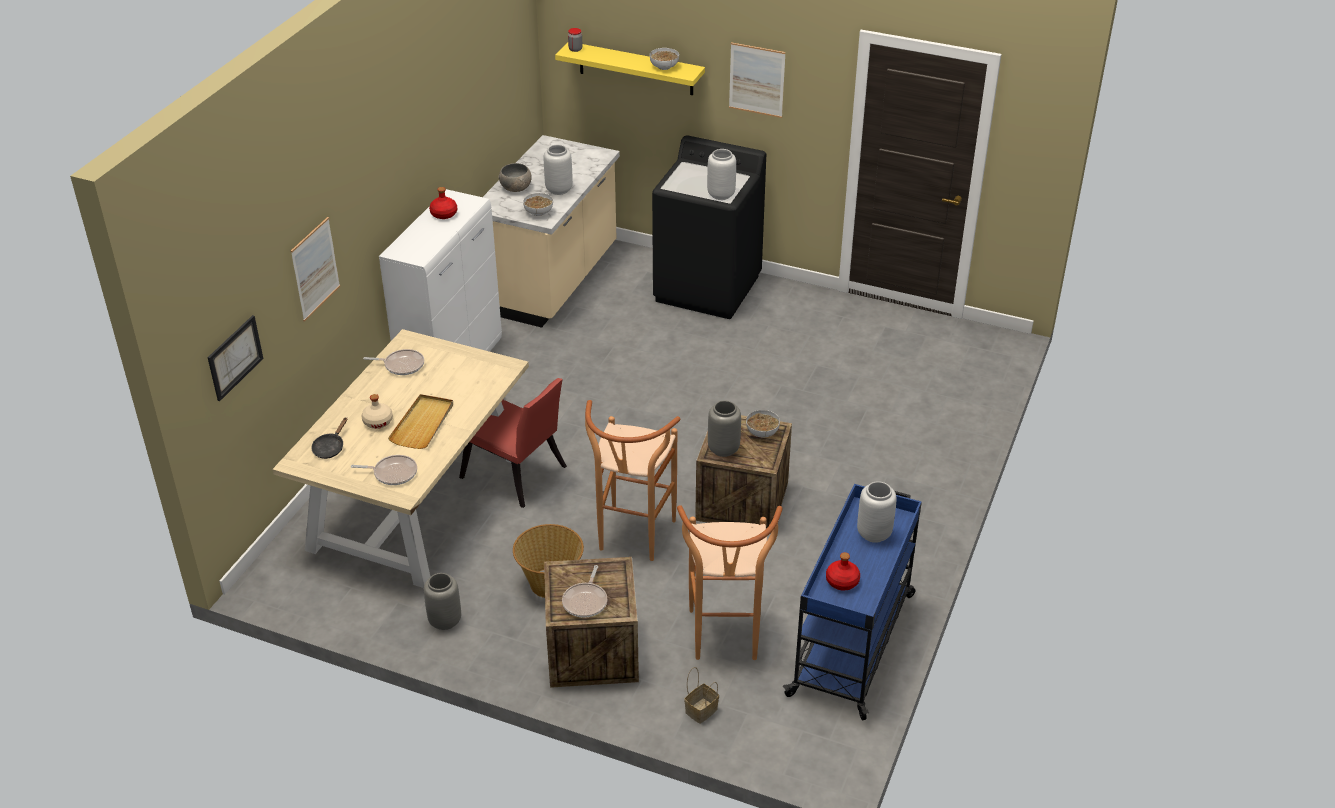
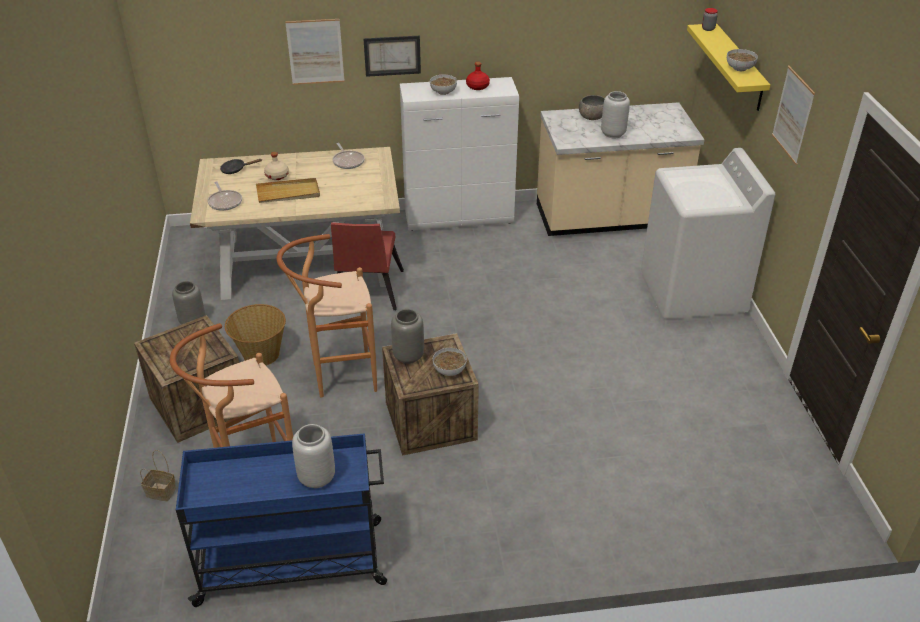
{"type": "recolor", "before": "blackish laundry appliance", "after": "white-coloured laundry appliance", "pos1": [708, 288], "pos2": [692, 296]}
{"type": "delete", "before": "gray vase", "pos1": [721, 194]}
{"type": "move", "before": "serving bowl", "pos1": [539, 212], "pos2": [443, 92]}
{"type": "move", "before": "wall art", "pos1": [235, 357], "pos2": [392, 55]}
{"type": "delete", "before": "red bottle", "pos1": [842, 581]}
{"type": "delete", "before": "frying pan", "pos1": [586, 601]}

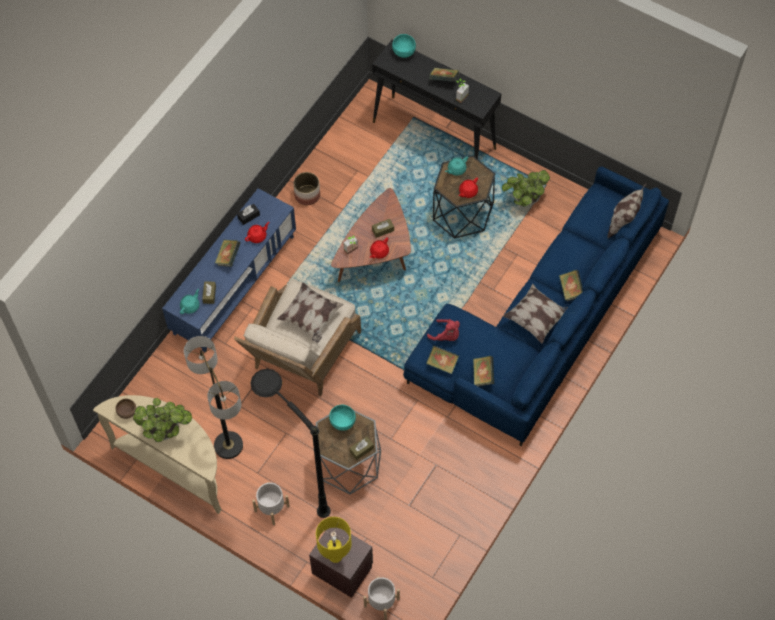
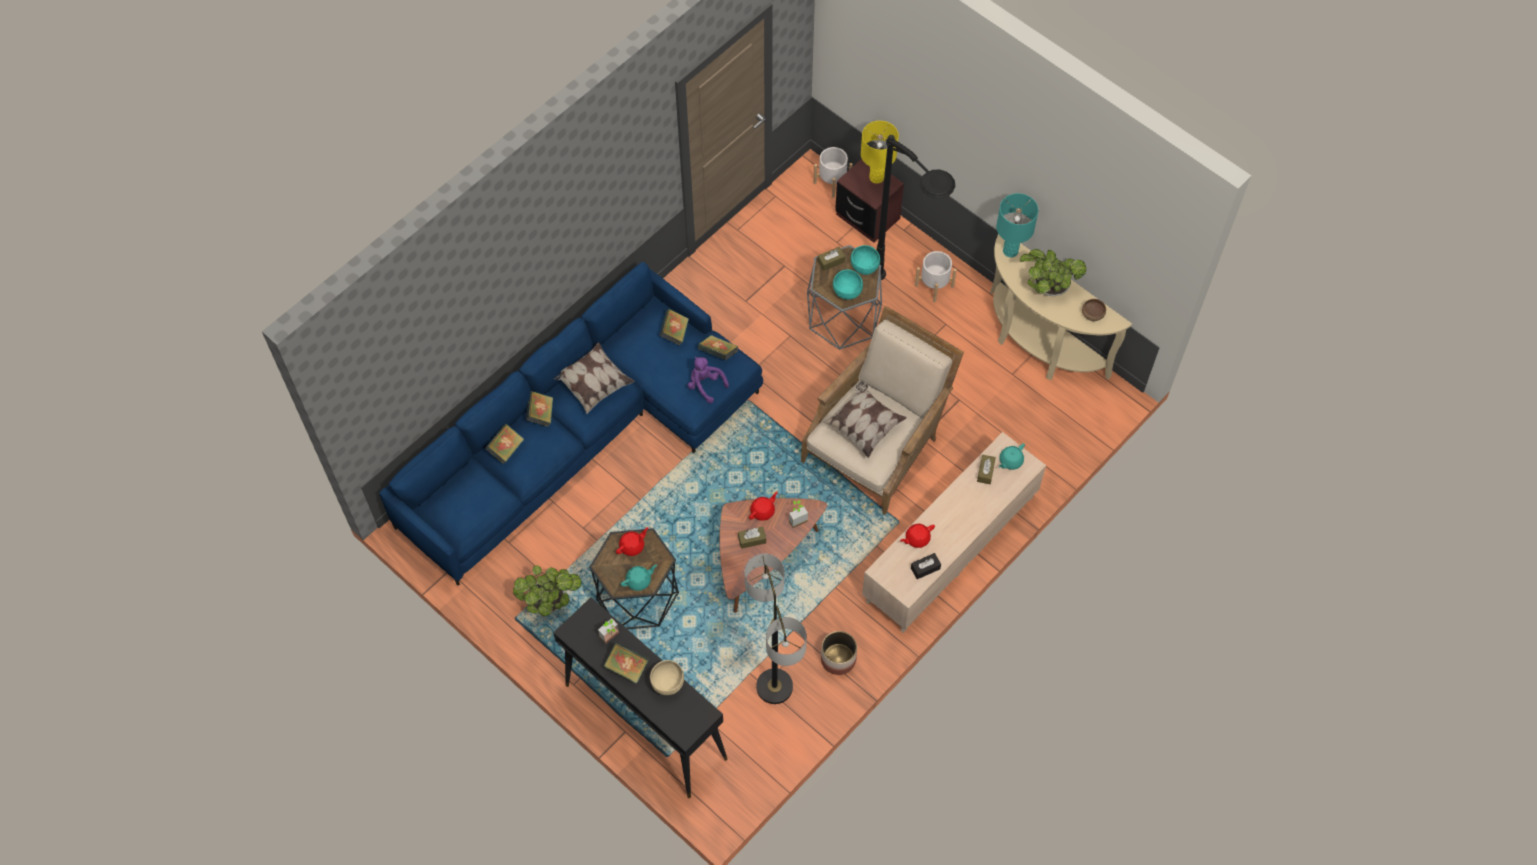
{"type": "move", "before": "turquoise-coloured serving bowl", "pos1": [403, 52], "pos2": [864, 268]}
{"type": "delete", "before": "cushion", "pos1": [623, 222]}
{"type": "recolor", "before": "blue media console", "after": "sand-coloured media console", "pos1": [234, 284], "pos2": [950, 548]}
{"type": "move", "before": "bound book", "pos1": [228, 257], "pos2": [506, 449]}
{"type": "recolor", "before": "red cuddly toy", "after": "purple-coloured cuddly toy", "pos1": [446, 336], "pos2": [705, 385]}
{"type": "move", "before": "standard lamp", "pos1": [228, 445], "pos2": [774, 687]}
{"type": "insert", "after": "turquoise-coloured lamp for a table", "pos2": [1010, 251]}
{"type": "insert", "after": "sand-coloured serving bowl", "pos2": [667, 684]}

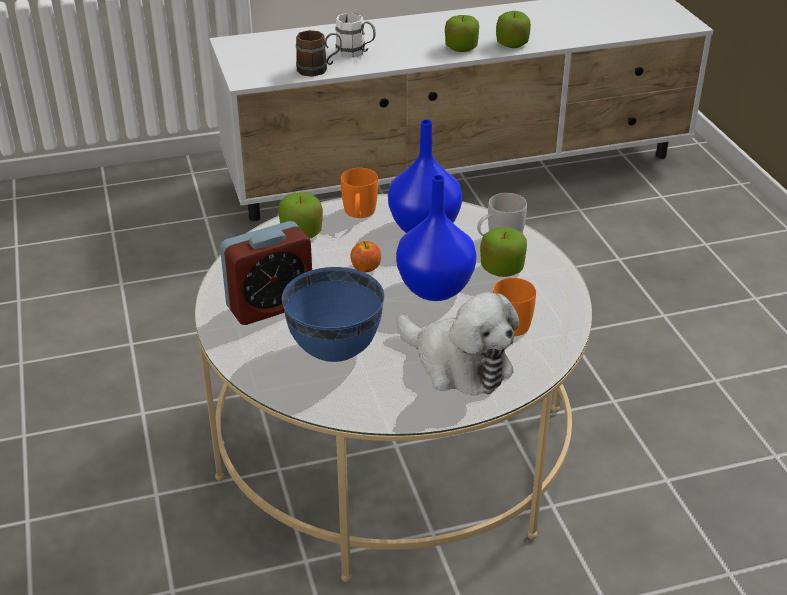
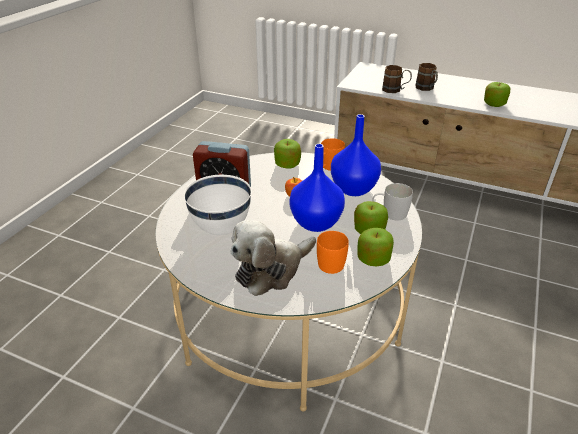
{"type": "move", "before": "whole apple", "pos1": [512, 44], "pos2": [373, 259]}
{"type": "recolor", "before": "white-coloured coffee mug", "after": "brown-coloured coffee mug", "pos1": [356, 53], "pos2": [426, 89]}
{"type": "recolor", "before": "blue serving bowl", "after": "white-coloured serving bowl", "pos1": [334, 351], "pos2": [221, 228]}
{"type": "rotate", "before": "cuddly toy", "pos1": [458, 364], "pos2": [271, 270], "turn": 60}

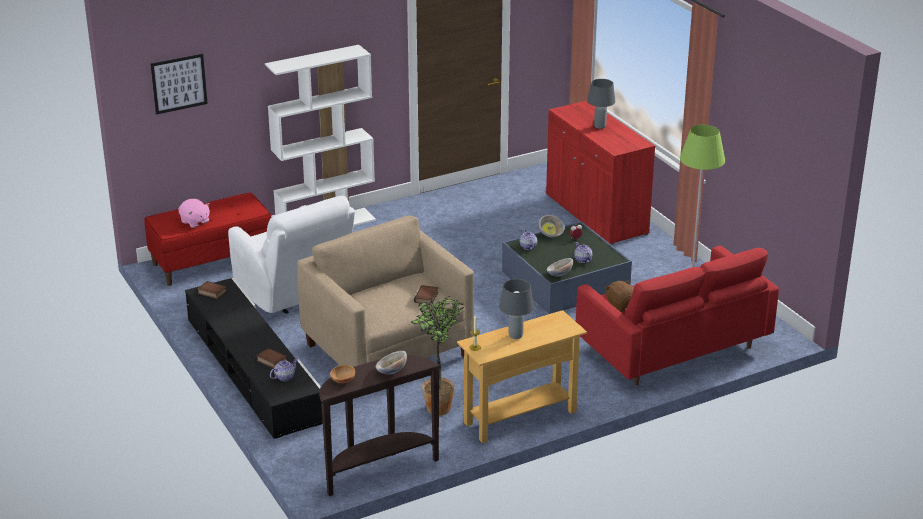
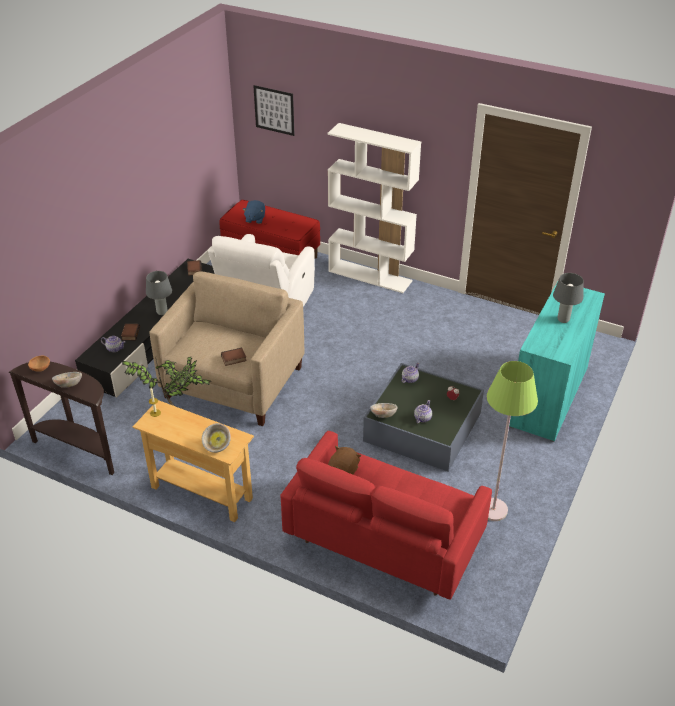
{"type": "recolor", "before": "red storage cabinet", "after": "turquoise-coloured storage cabinet", "pos1": [596, 215], "pos2": [548, 397]}
{"type": "recolor", "before": "pinkish cuddly toy", "after": "blue cuddly toy", "pos1": [195, 222], "pos2": [255, 219]}
{"type": "move", "before": "serving bowl", "pos1": [551, 234], "pos2": [217, 446]}
{"type": "move", "before": "gray lamp for a table", "pos1": [515, 336], "pos2": [162, 312]}

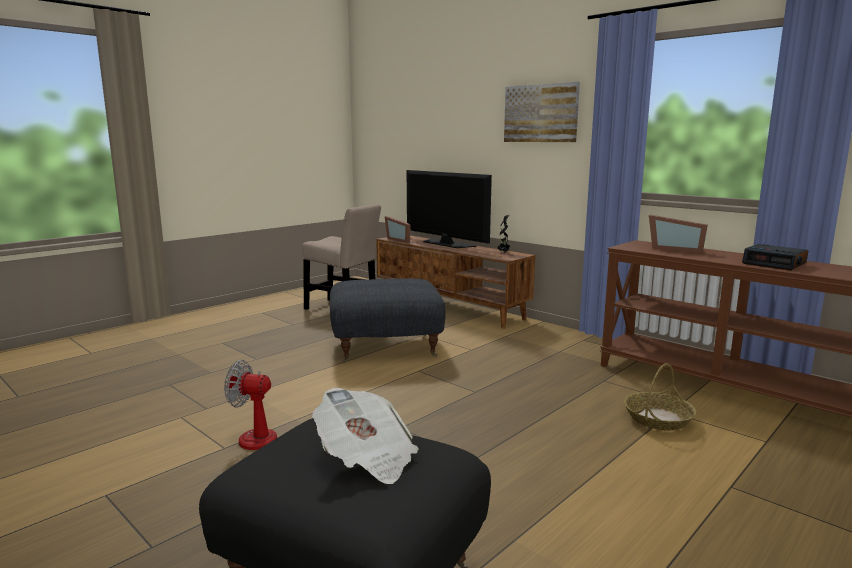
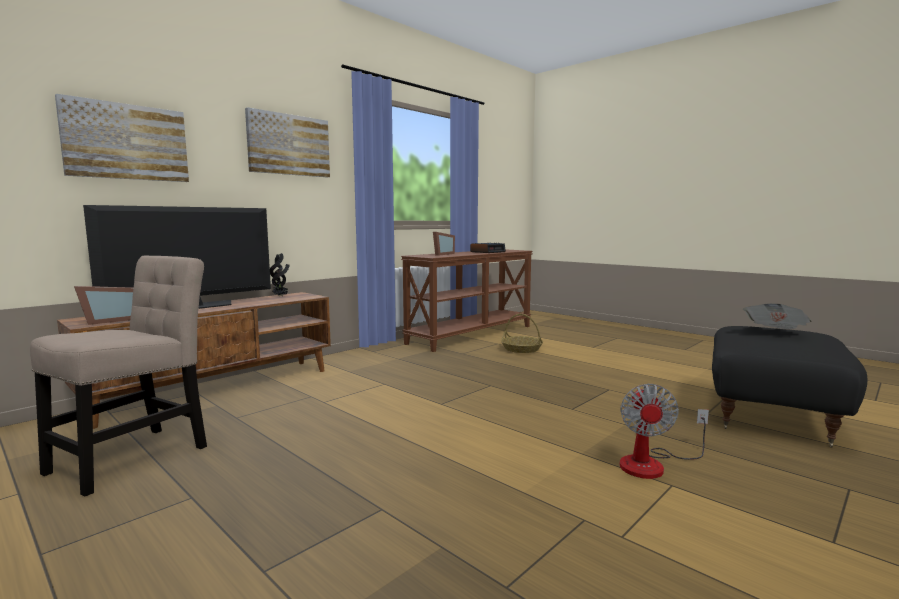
{"type": "delete", "before": "gray footrest", "pos1": [386, 347]}
{"type": "insert", "after": "wall art", "pos2": [126, 142]}

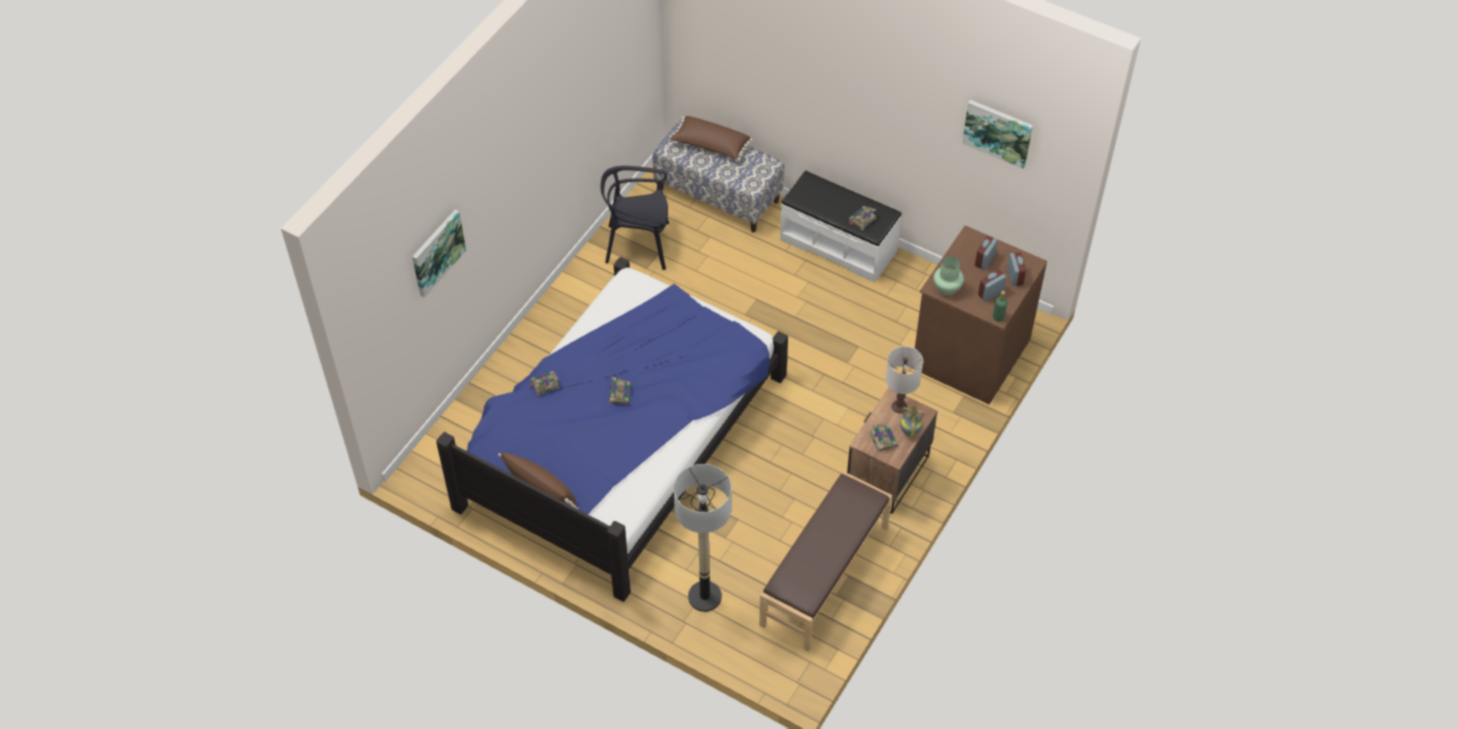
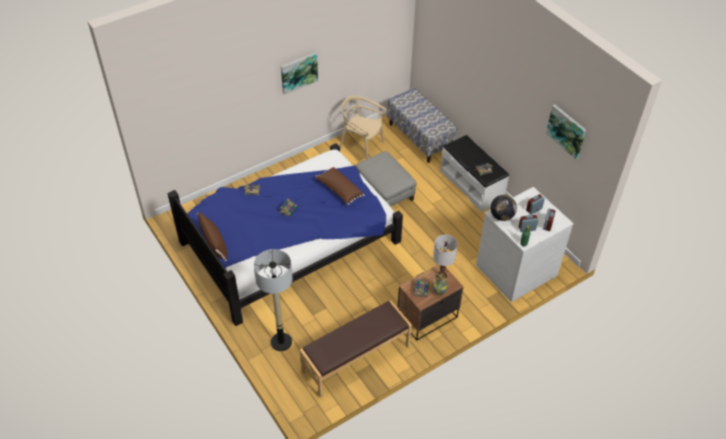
{"type": "move", "before": "brown-coloured cushion", "pos1": [710, 145], "pos2": [339, 190]}
{"type": "recolor", "before": "blackish plain chair", "after": "sand-coloured plain chair", "pos1": [638, 245], "pos2": [361, 148]}
{"type": "move", "before": "wall art", "pos1": [437, 252], "pos2": [298, 72]}
{"type": "recolor", "before": "brown-coloured chest of drawers", "after": "white-coloured chest of drawers", "pos1": [969, 353], "pos2": [515, 269]}
{"type": "replace", "before": "green vase", "after": "desk globe", "pos1": [947, 288], "pos2": [501, 216]}
{"type": "insert", "after": "gray footrest", "pos2": [384, 191]}

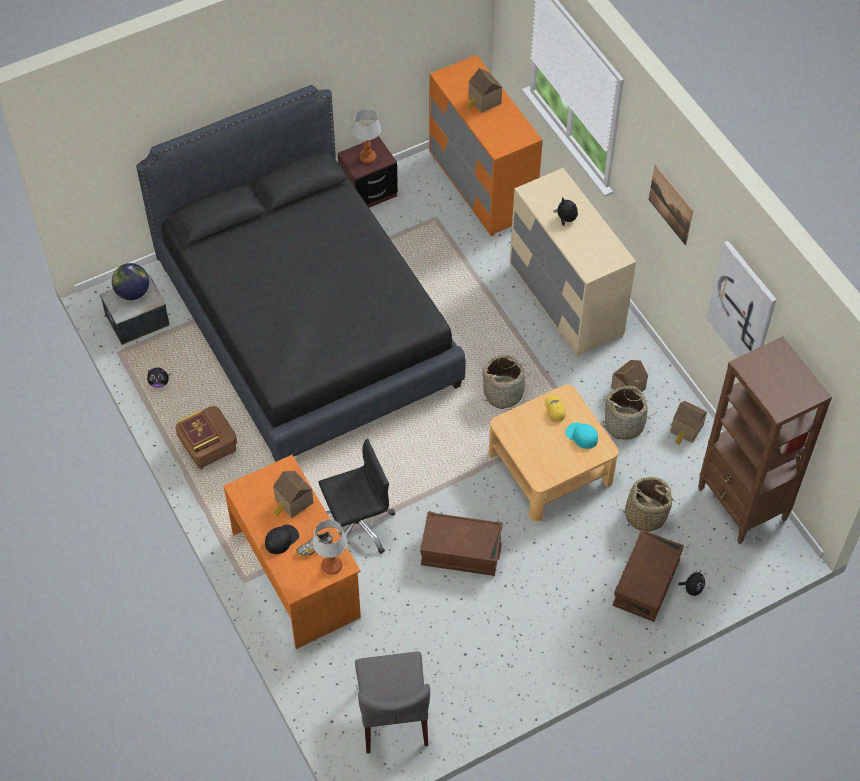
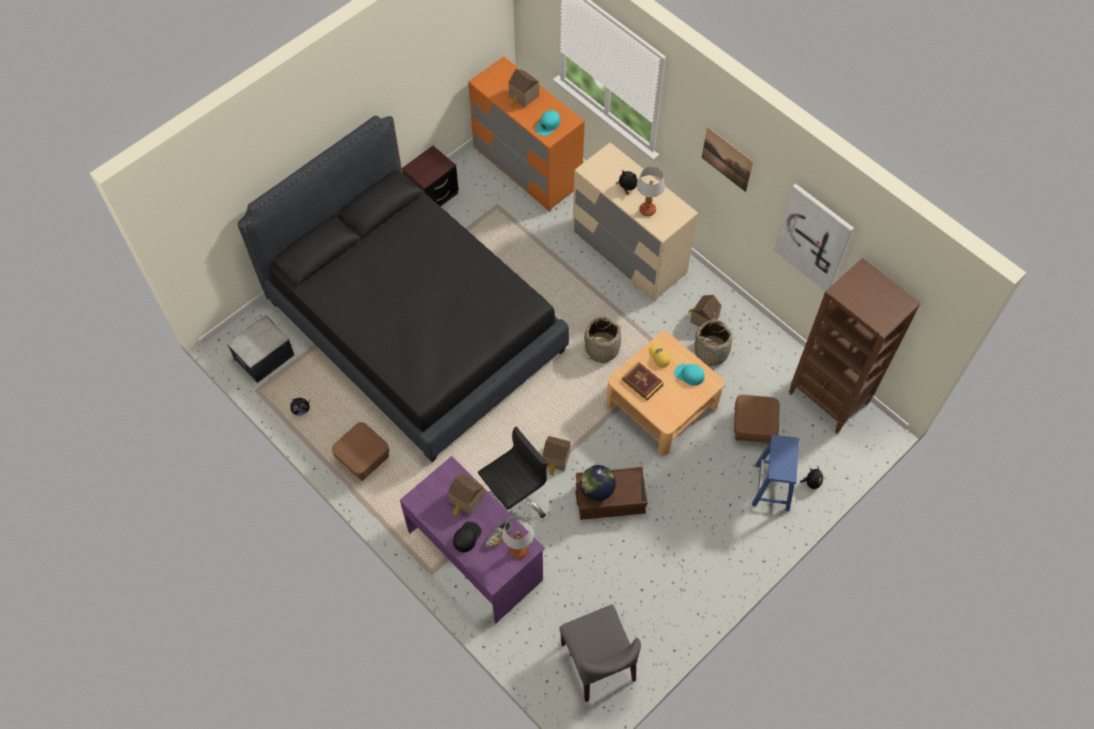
{"type": "move", "before": "lamp for a table", "pos1": [367, 157], "pos2": [647, 210]}
{"type": "move", "before": "desk globe", "pos1": [132, 292], "pos2": [596, 489]}
{"type": "move", "before": "miniature house", "pos1": [686, 430], "pos2": [556, 459]}
{"type": "move", "before": "bound book", "pos1": [199, 432], "pos2": [642, 382]}
{"type": "recolor", "before": "orangey desk unit", "after": "purple-coloured desk unit", "pos1": [297, 574], "pos2": [476, 555]}
{"type": "replace", "before": "household basket", "after": "brown-coloured footrest", "pos1": [645, 515], "pos2": [753, 427]}
{"type": "replace", "before": "brown-coloured storage bin", "after": "blue stool seat", "pos1": [646, 583], "pos2": [772, 488]}
{"type": "insert", "after": "turquoise-coloured baseball cap", "pos2": [547, 125]}

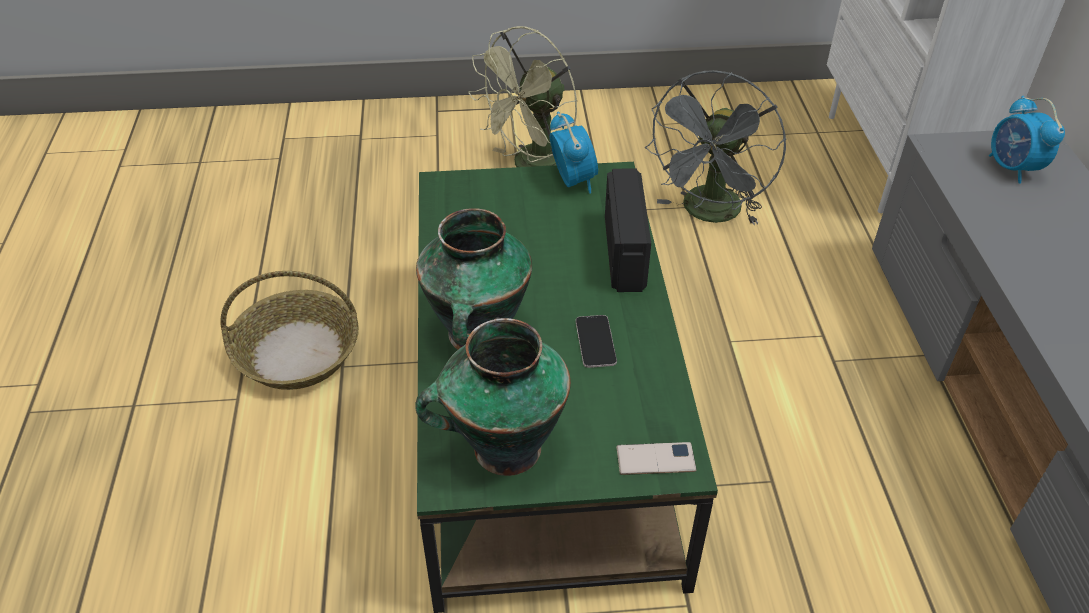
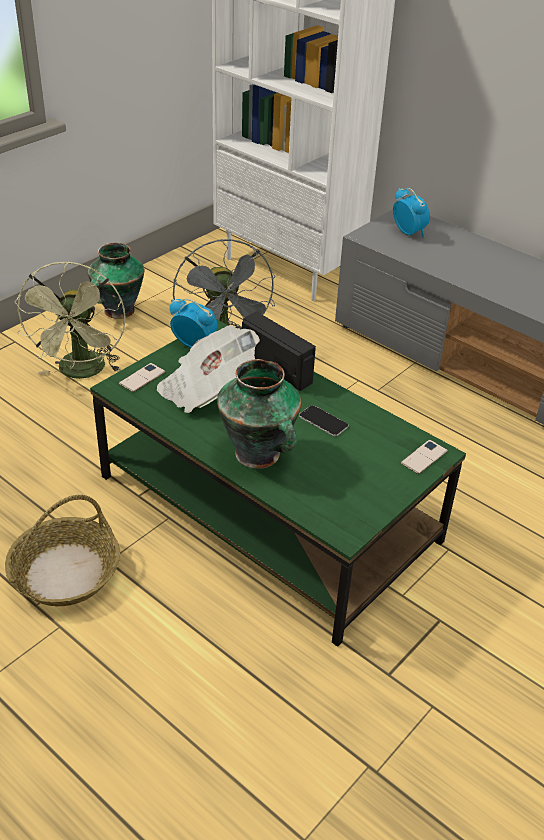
{"type": "rotate", "before": "alarm clock", "pos1": [1013, 168], "pos2": [408, 232], "turn": -150}
{"type": "move", "before": "vase", "pos1": [503, 449], "pos2": [118, 311]}
{"type": "insert", "after": "printed paper", "pos2": [207, 389]}
{"type": "insert", "after": "handset", "pos2": [142, 378]}

